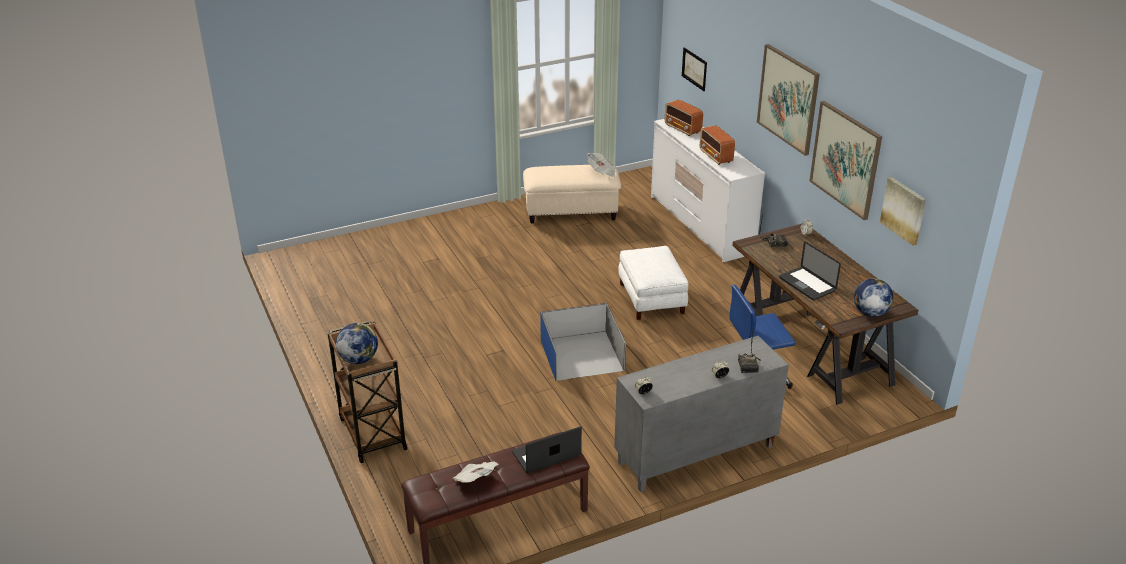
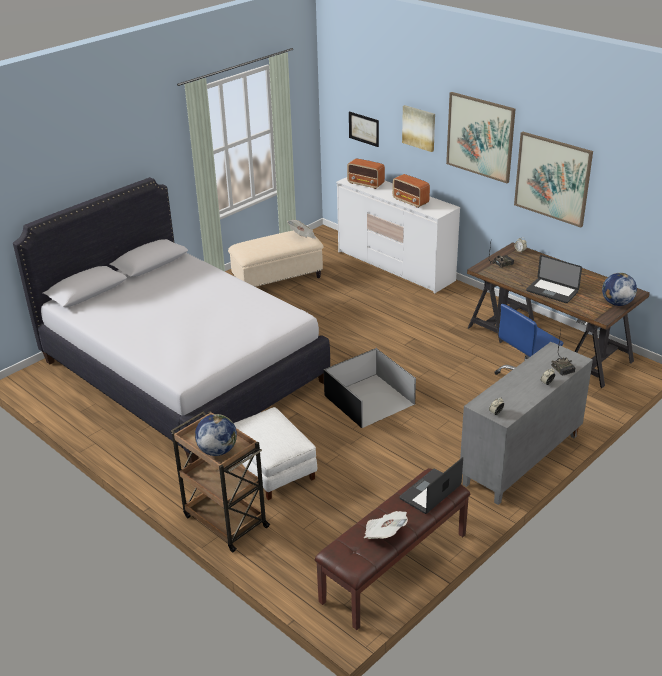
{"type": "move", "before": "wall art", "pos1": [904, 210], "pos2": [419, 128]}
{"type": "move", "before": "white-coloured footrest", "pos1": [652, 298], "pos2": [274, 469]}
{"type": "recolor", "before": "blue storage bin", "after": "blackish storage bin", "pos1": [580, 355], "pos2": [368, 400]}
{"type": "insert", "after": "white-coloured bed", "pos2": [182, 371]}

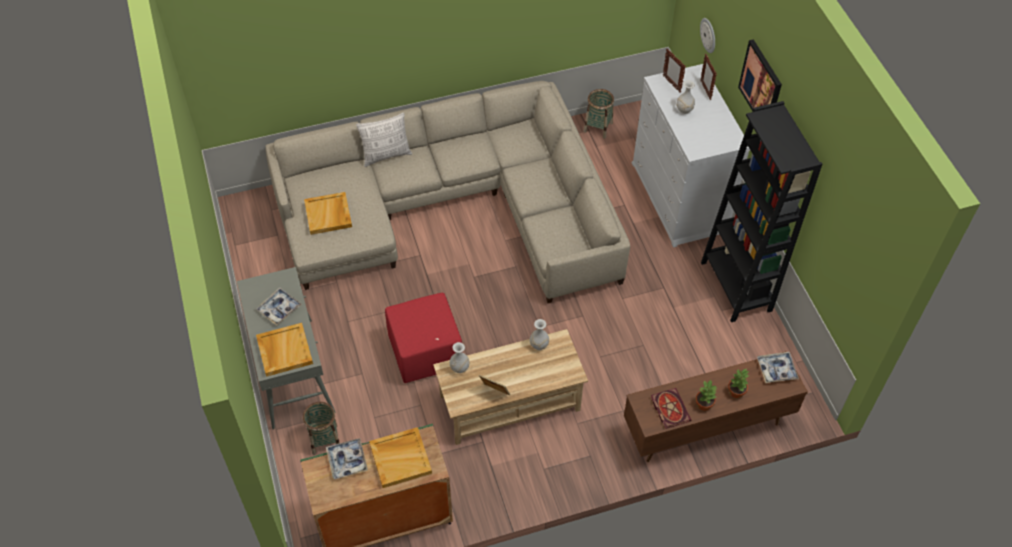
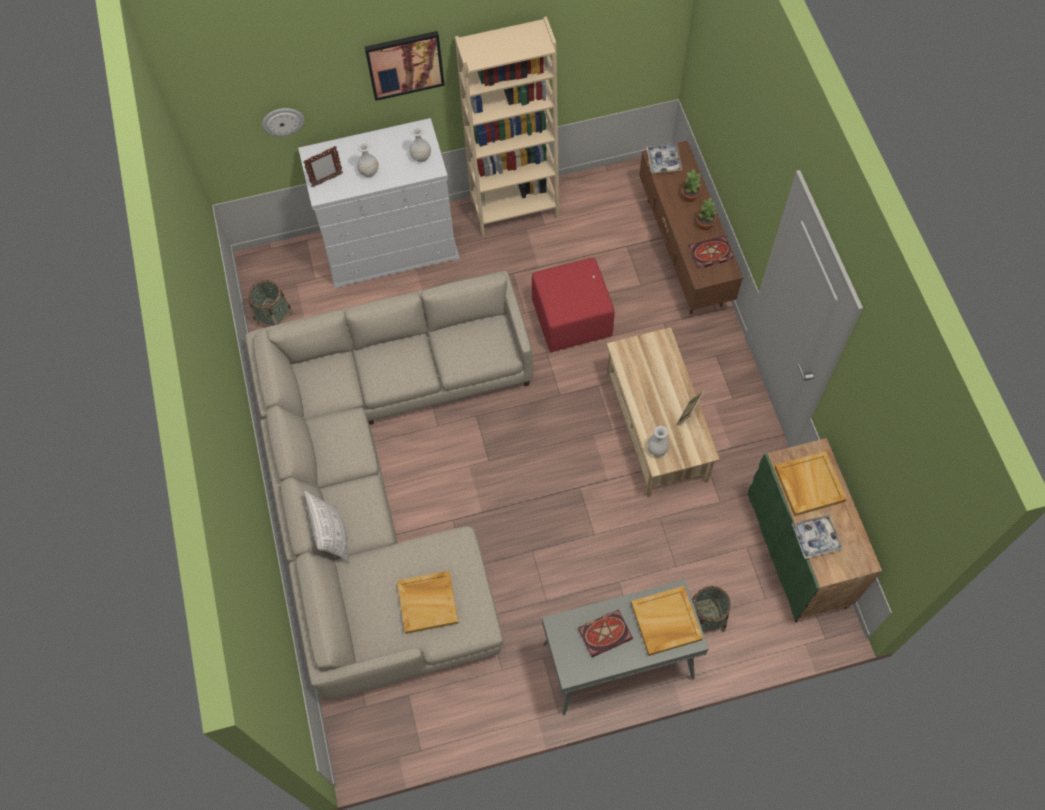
{"type": "delete", "before": "standing frame", "pos1": [705, 90]}
{"type": "recolor", "before": "blackish shelving unit", "after": "sand-coloured shelving unit", "pos1": [736, 286], "pos2": [514, 208]}
{"type": "replace", "before": "tray", "after": "bound book", "pos1": [279, 309], "pos2": [605, 632]}
{"type": "move", "before": "red footrest", "pos1": [426, 353], "pos2": [572, 318]}
{"type": "move", "before": "white-coloured vase", "pos1": [538, 345], "pos2": [421, 157]}

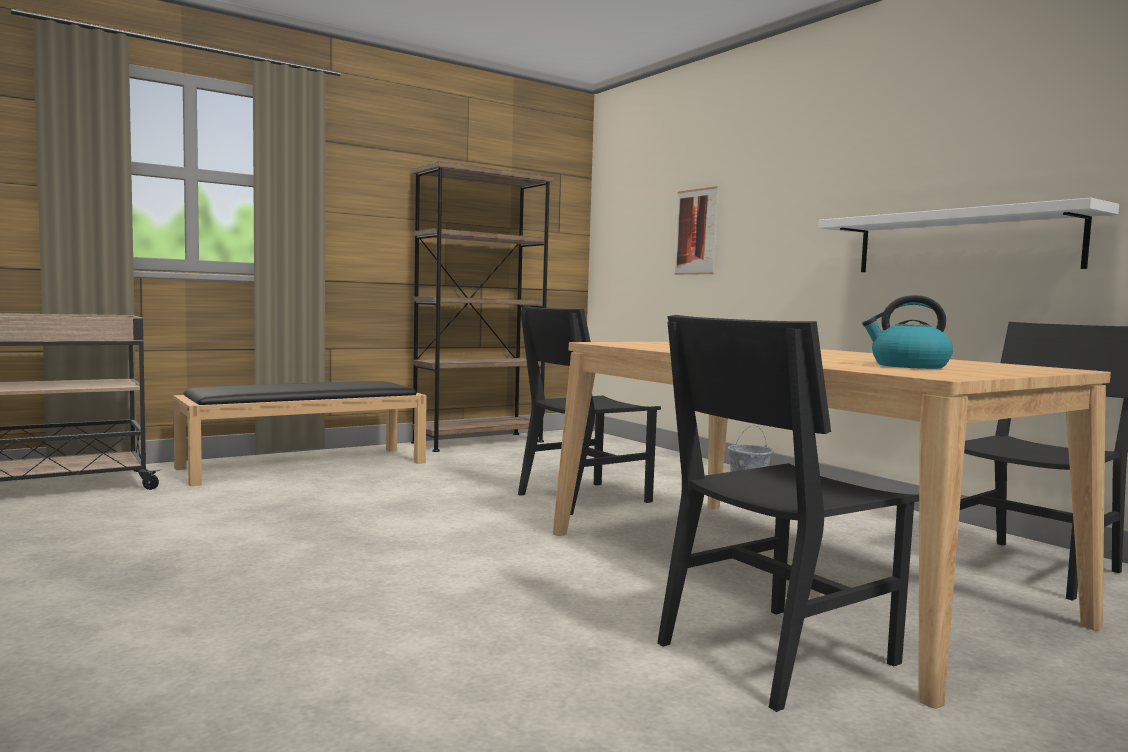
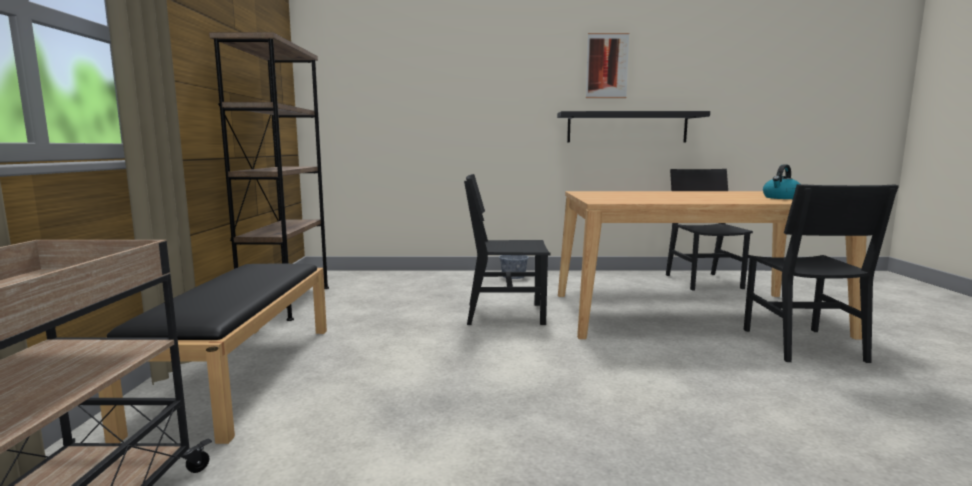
{"type": "move", "before": "wall art", "pos1": [696, 232], "pos2": [607, 66]}
{"type": "recolor", "before": "white-coloured shelf", "after": "blackish shelf", "pos1": [963, 243], "pos2": [627, 127]}
{"type": "rotate", "before": "blackish plain chair", "pos1": [584, 498], "pos2": [505, 314], "turn": 90}

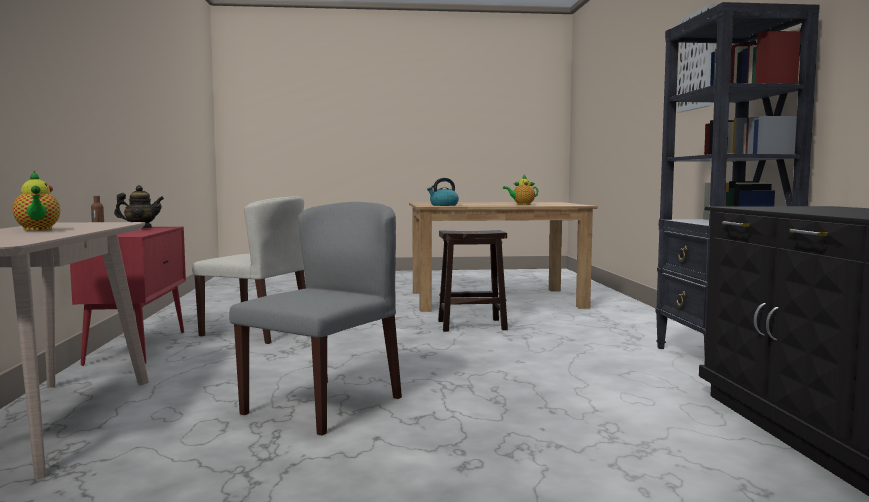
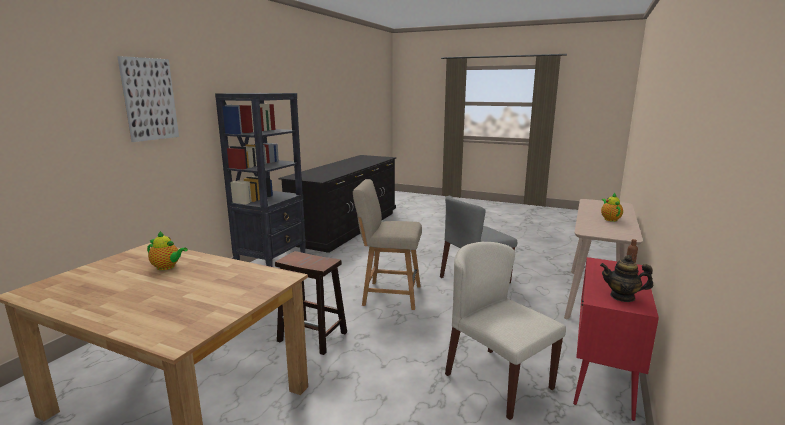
{"type": "delete", "before": "kettle", "pos1": [443, 205]}
{"type": "insert", "after": "sand-coloured plain chair", "pos2": [388, 295]}

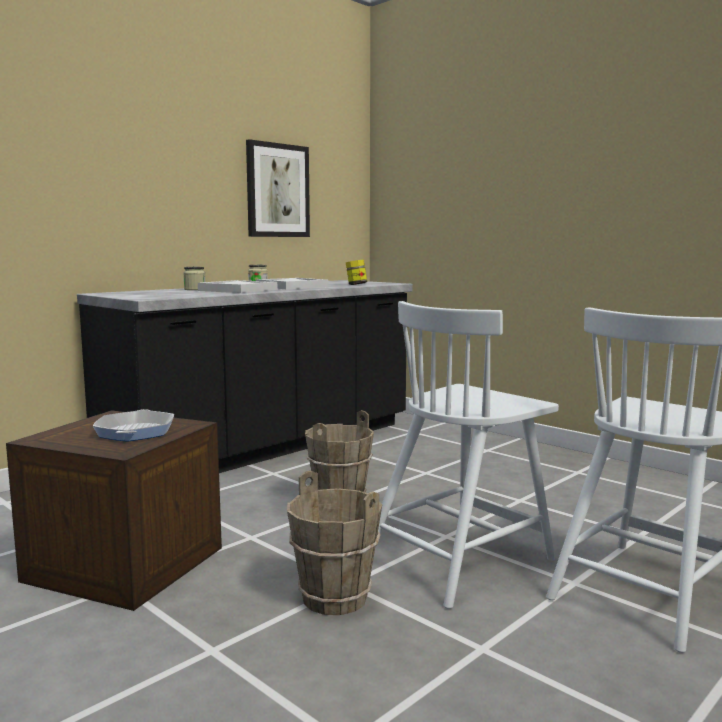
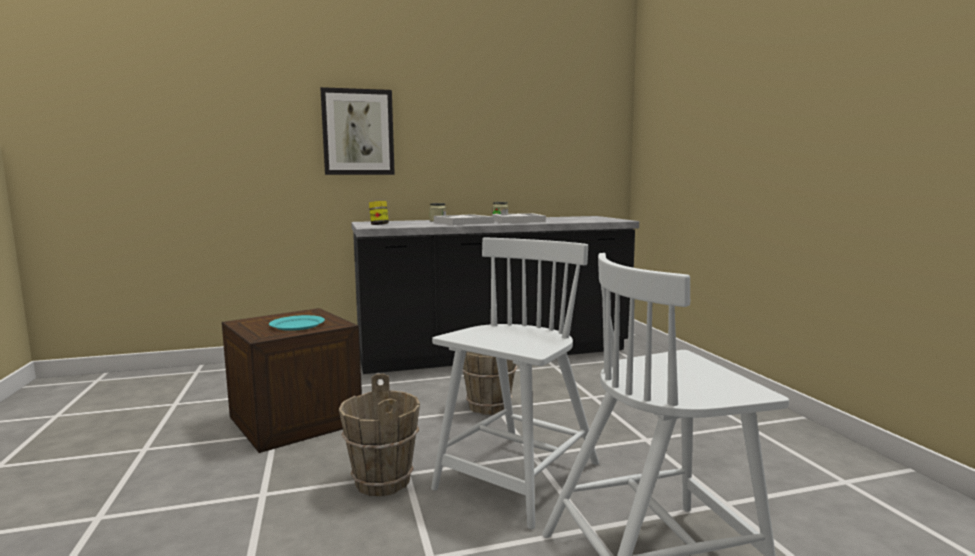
{"type": "move", "before": "wall art", "pos1": [277, 190], "pos2": [358, 132]}
{"type": "move", "before": "jar", "pos1": [356, 285], "pos2": [379, 225]}
{"type": "rotate", "before": "white-coloured plain chair", "pos1": [460, 559], "pos2": [517, 478], "turn": 135}
{"type": "replace", "before": "frying pan", "after": "turquoise-coloured plate", "pos1": [135, 432], "pos2": [297, 325]}

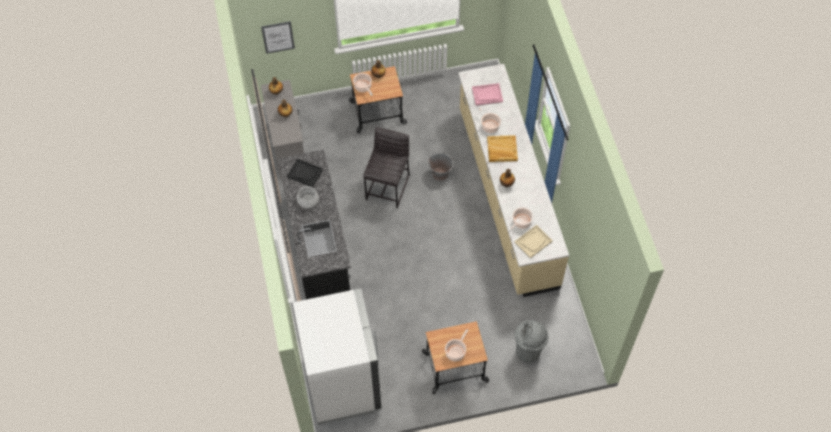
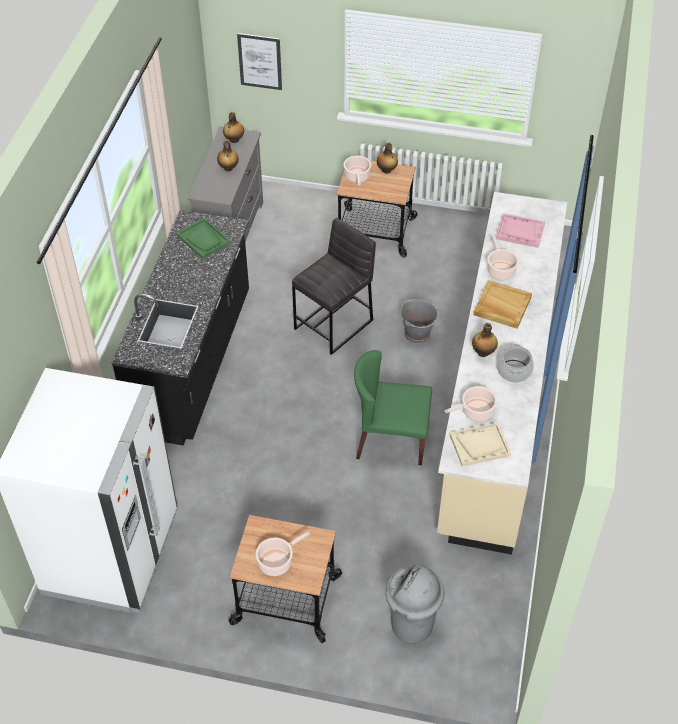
{"type": "recolor", "before": "blackish tray", "after": "green tray", "pos1": [305, 173], "pos2": [203, 239]}
{"type": "move", "before": "cooking pot", "pos1": [308, 200], "pos2": [514, 371]}
{"type": "insert", "after": "green plain chair", "pos2": [390, 440]}

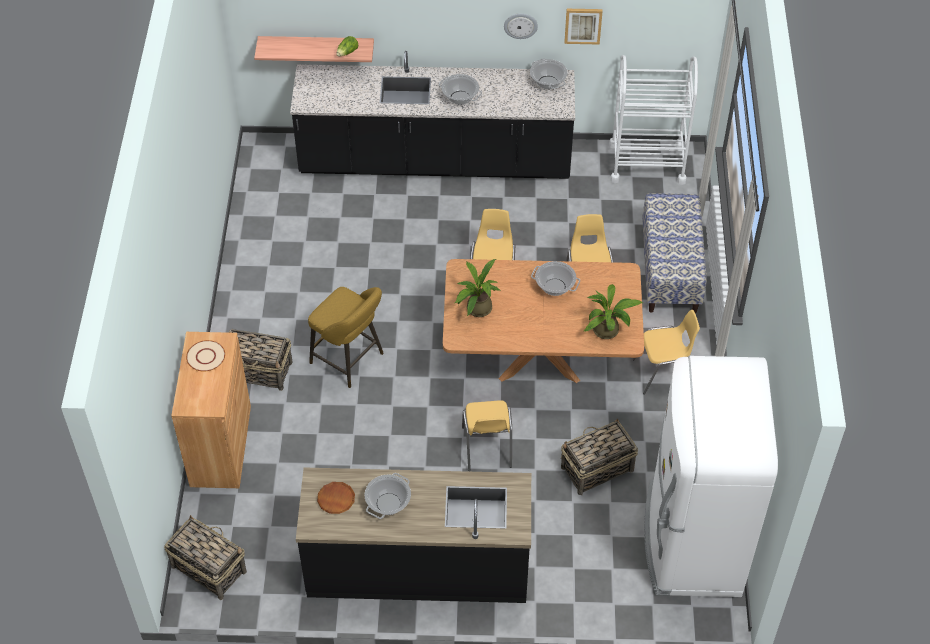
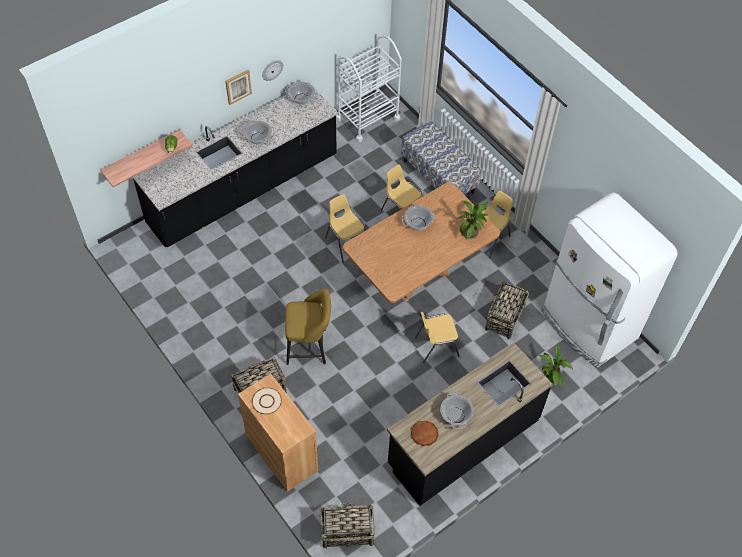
{"type": "move", "before": "wall art", "pos1": [583, 25], "pos2": [238, 86]}
{"type": "move", "before": "houseplant", "pos1": [476, 310], "pos2": [550, 379]}
{"type": "rotate", "before": "yellowish plain chair", "pos1": [487, 448], "pos2": [436, 346], "turn": 120}

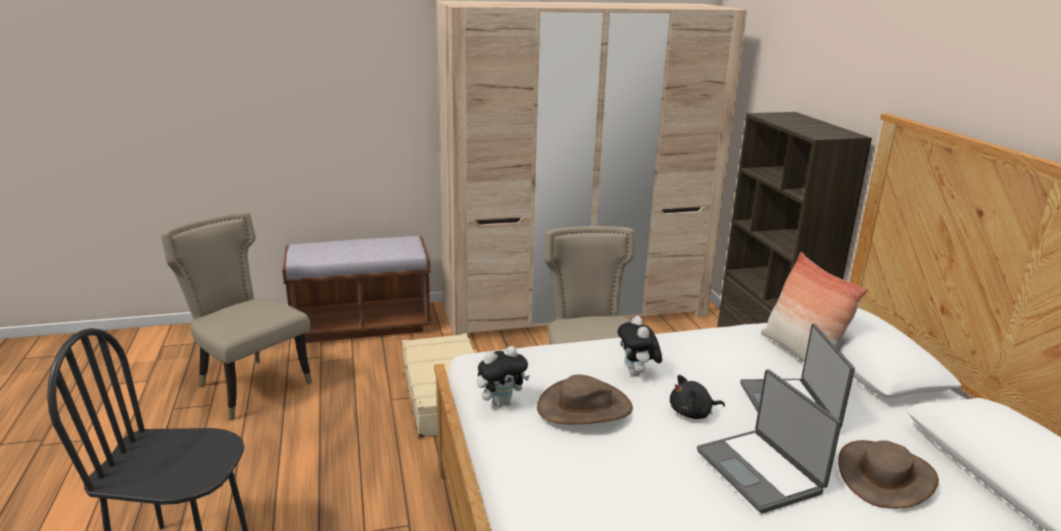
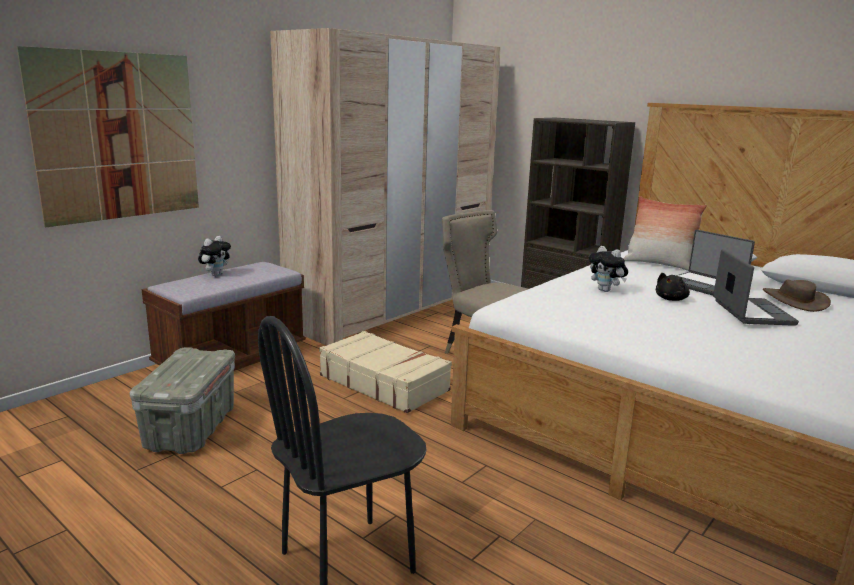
{"type": "replace", "before": "sand-coloured plain chair", "after": "gray storage bin", "pos1": [249, 385], "pos2": [191, 428]}
{"type": "move", "before": "cuddly toy", "pos1": [501, 403], "pos2": [216, 274]}
{"type": "rotate", "before": "portable computer", "pos1": [760, 471], "pos2": [751, 312], "turn": -120}
{"type": "delete", "before": "brown-coloured clothing hat", "pos1": [584, 407]}
{"type": "insert", "after": "wall art", "pos2": [118, 137]}

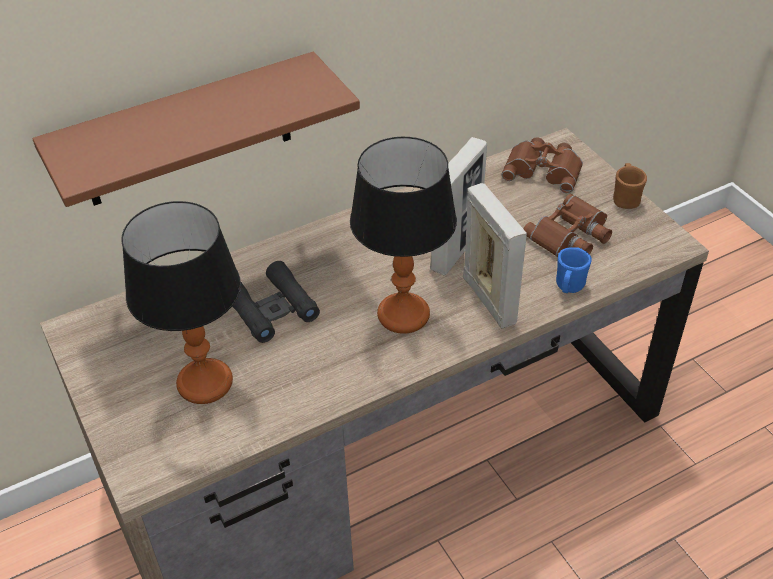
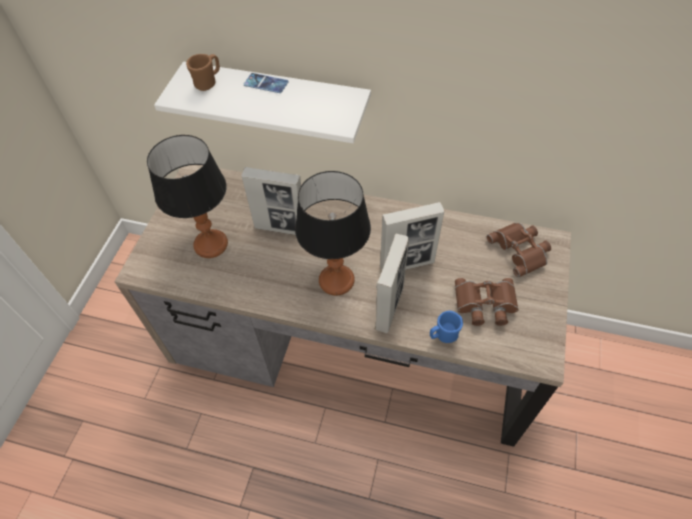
{"type": "recolor", "before": "brown-coloured shelf", "after": "white-coloured shelf", "pos1": [187, 132], "pos2": [278, 101]}
{"type": "move", "before": "brown-coloured coffee mug", "pos1": [625, 198], "pos2": [208, 82]}
{"type": "replace", "before": "blackish pair of binoculars", "after": "standing frame", "pos1": [272, 309], "pos2": [280, 228]}
{"type": "insert", "after": "handset", "pos2": [266, 83]}

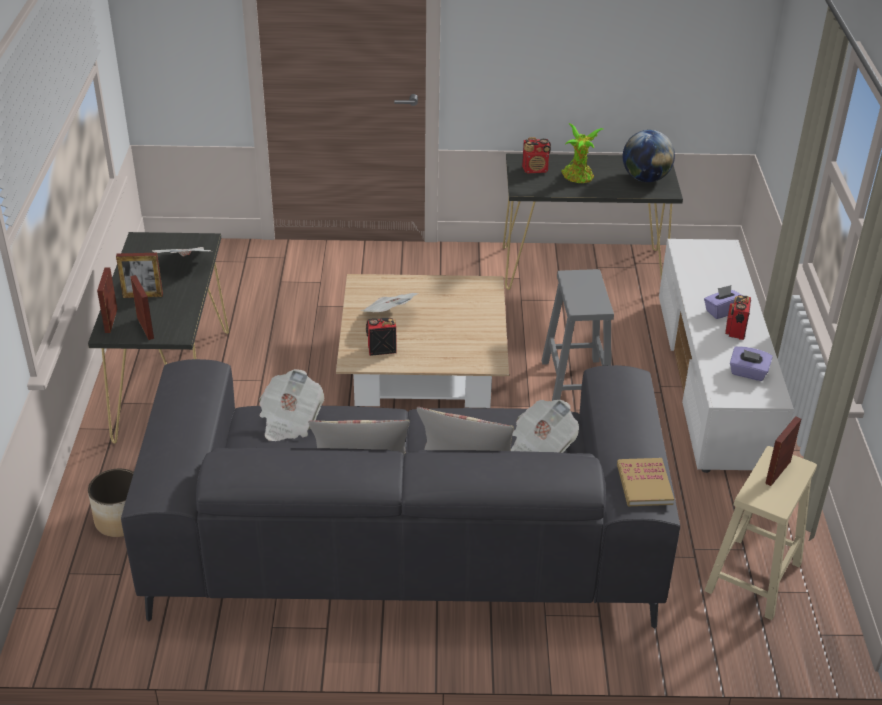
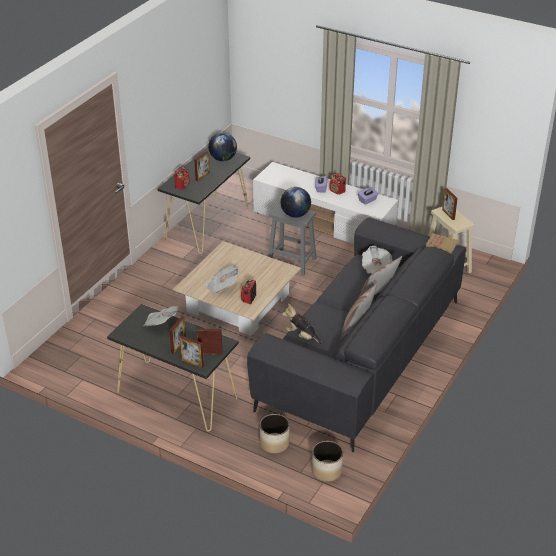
{"type": "replace", "before": "houseplant", "after": "standing frame", "pos1": [578, 177], "pos2": [202, 176]}
{"type": "replace", "before": "printed paper", "after": "cuddly toy", "pos1": [290, 421], "pos2": [302, 336]}
{"type": "insert", "after": "desk globe", "pos2": [295, 214]}
{"type": "insert", "after": "plant pot", "pos2": [327, 471]}

